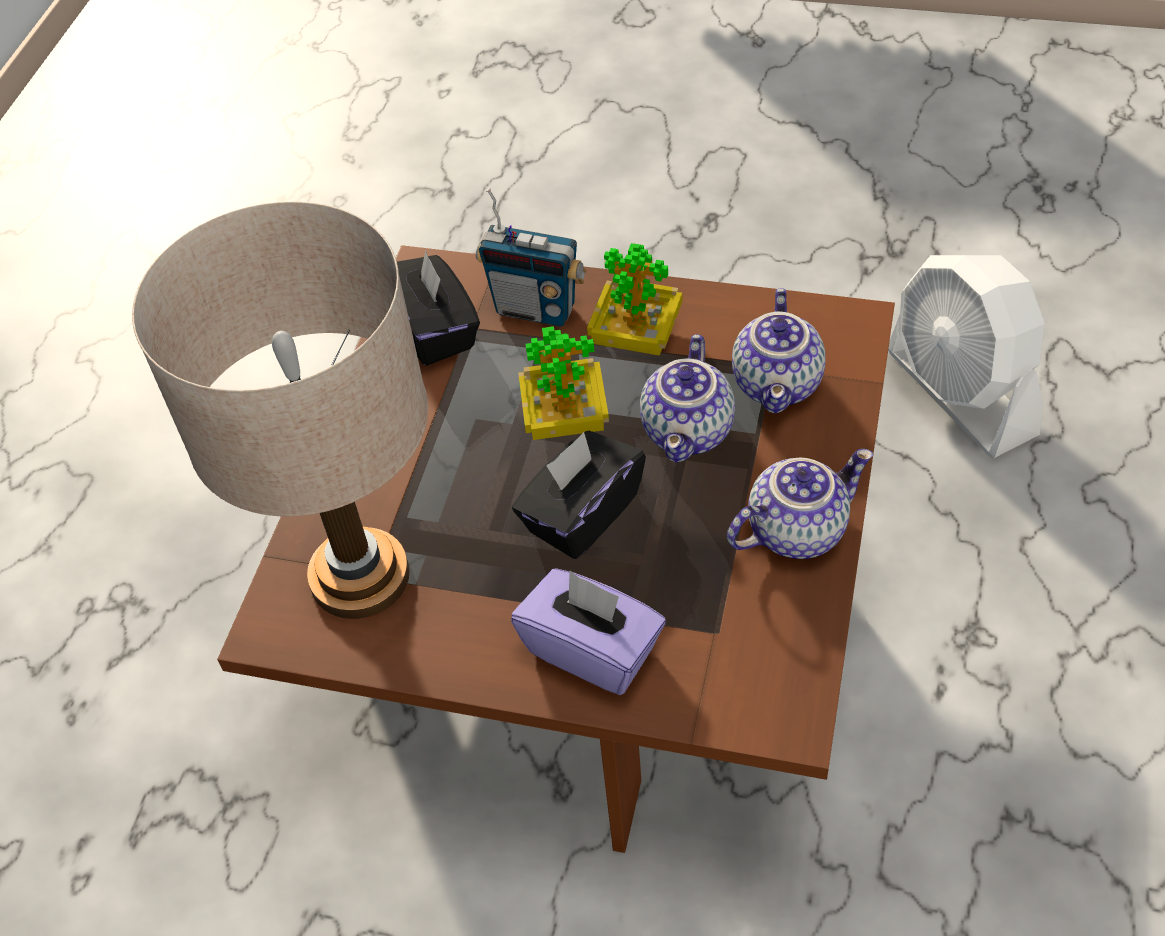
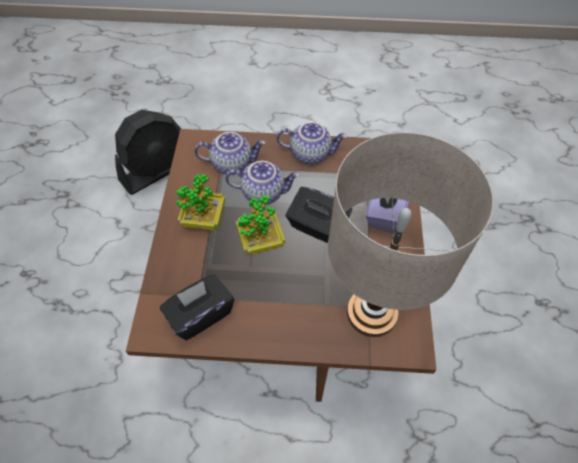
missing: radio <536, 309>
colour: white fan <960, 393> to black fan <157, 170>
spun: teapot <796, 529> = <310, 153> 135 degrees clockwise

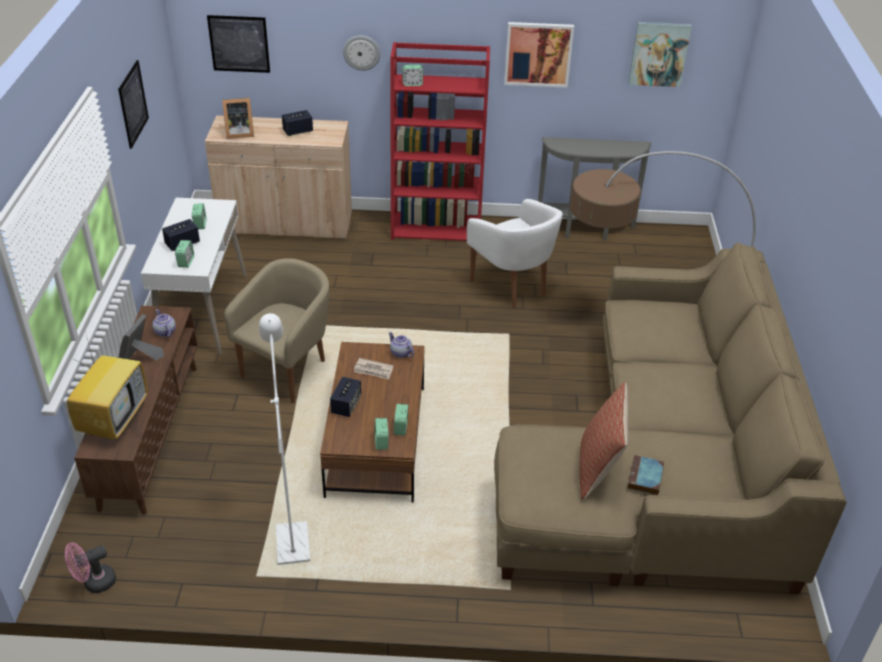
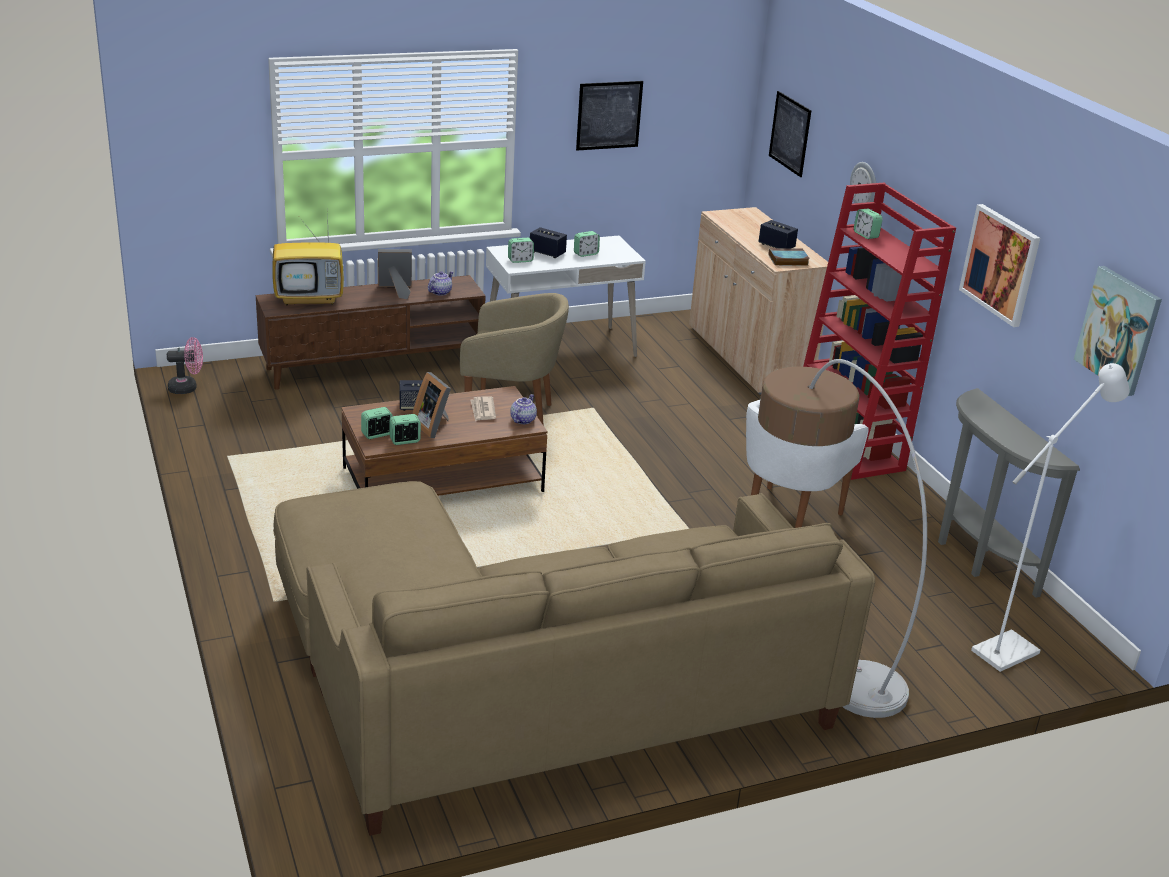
missing: pillow <598, 469>
relocated: picture frame <238, 133> to <434, 426>; book <645, 478> to <787, 260>; white floor lamp <292, 536> to <1013, 648>
spun: pink fan <94, 583> = <187, 388> 135 degrees clockwise

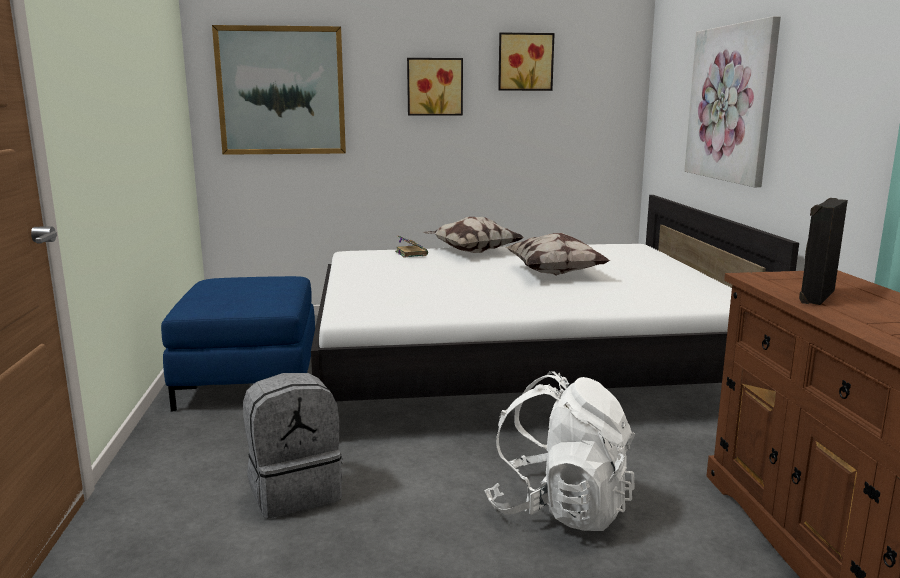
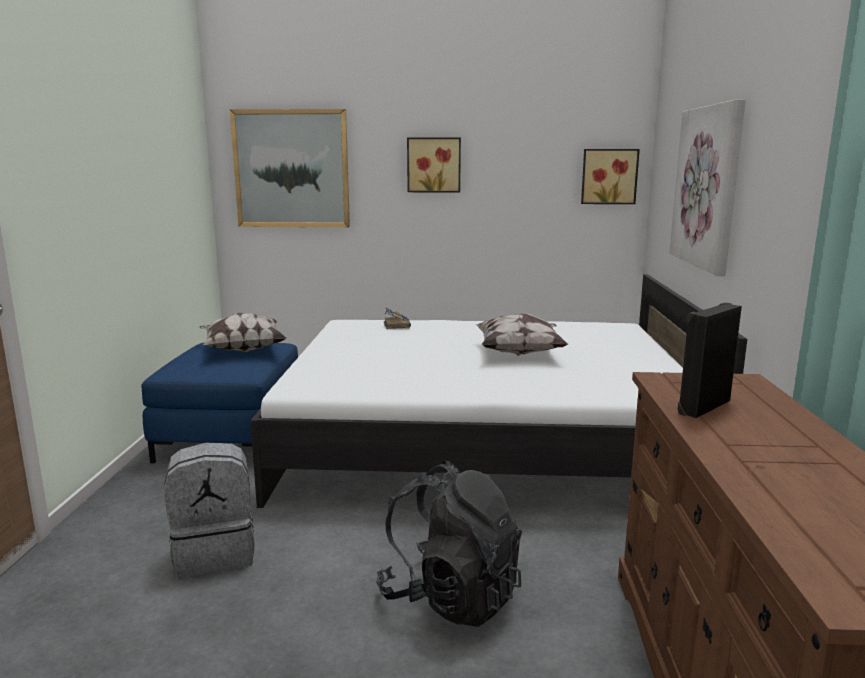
relocated: pillow <472, 252> to <242, 350>; picture <525, 62> to <609, 176>
colour: white backpack <560, 508> to black backpack <451, 597>

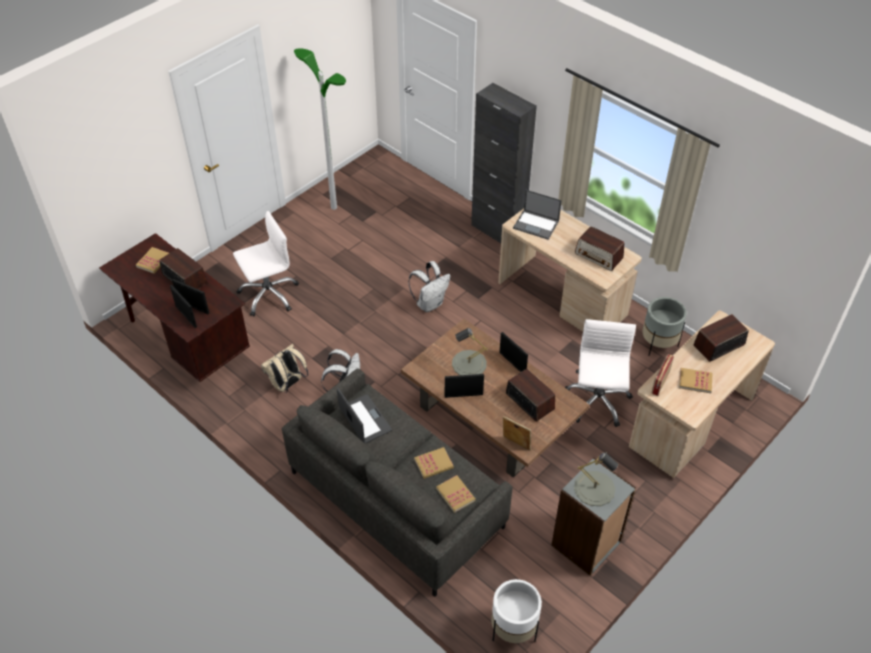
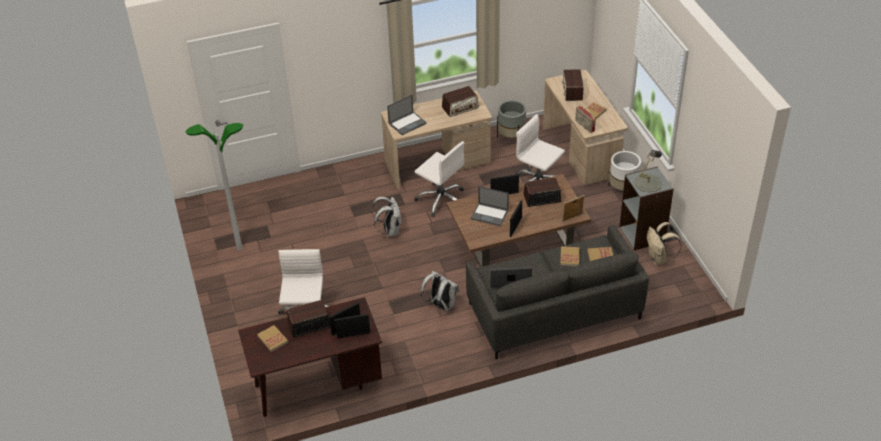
missing: black cabinet <497, 231>
appeared: white office chair <441, 200>
relocated: white planter <513, 629> to <622, 190>; beige backpack <287, 384> to <659, 258>
exchanged: grey table lamp <469, 364> to laptop <490, 214>

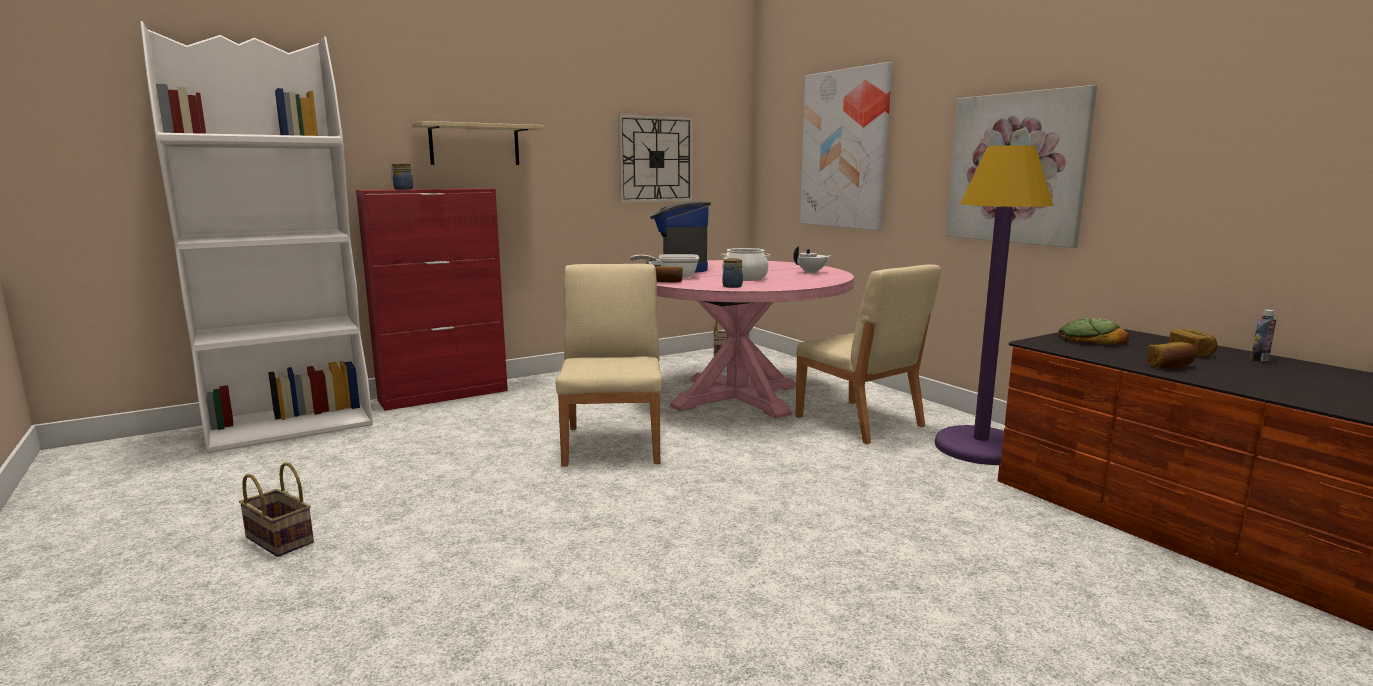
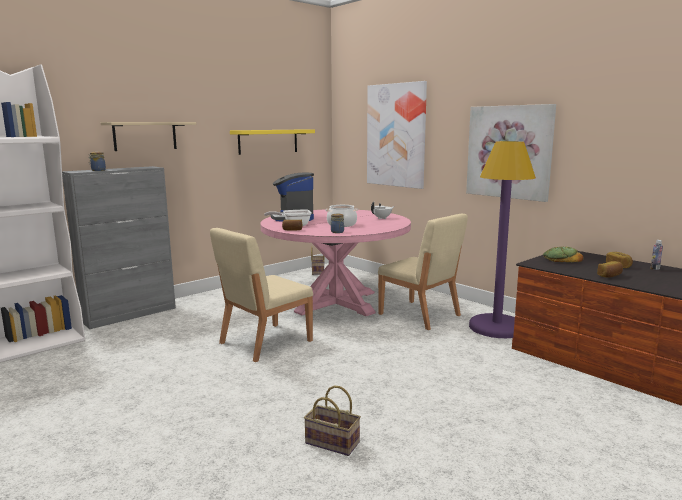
relocated: basket <277, 540> to <330, 443>
exchanged: wall clock <655, 159> to yellow shelf <268, 141>
colour: red cabinet <444, 395> to grey cabinet <130, 314>
spun: beige chair <613, 444> = <264, 342> 120 degrees counterclockwise

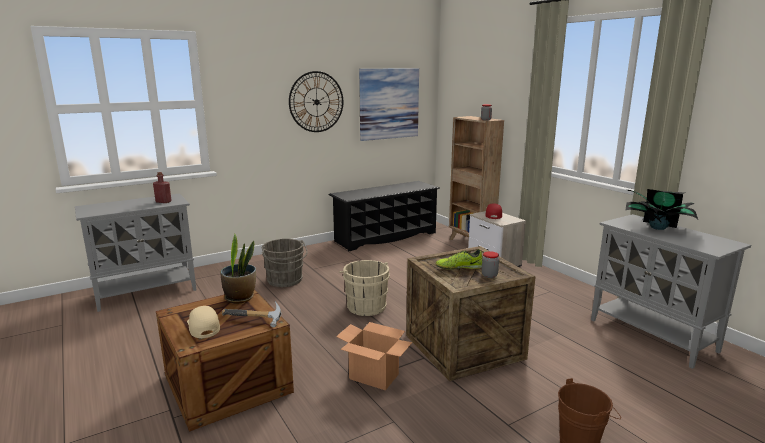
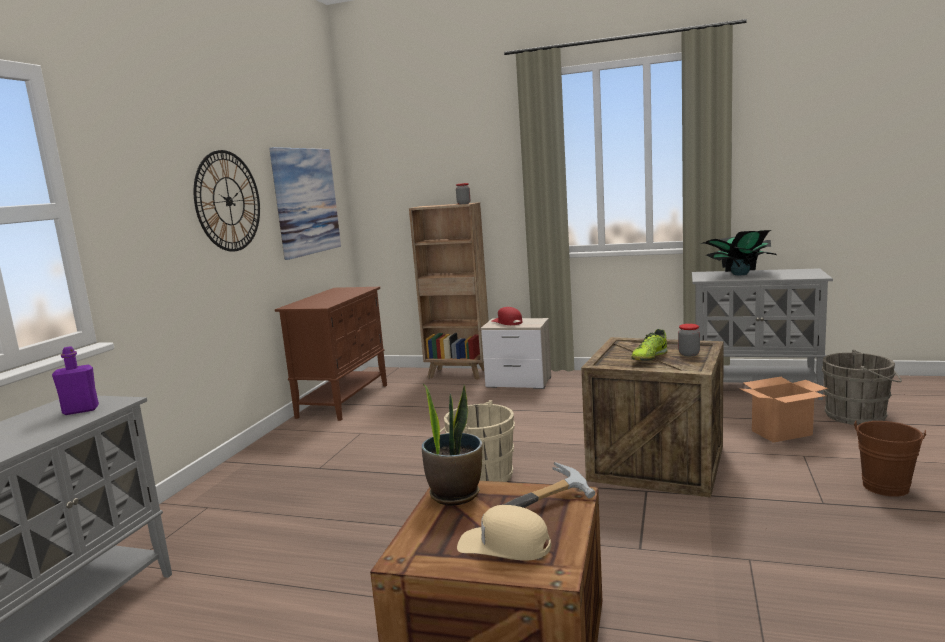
relocated: cardboard box <374, 376> to <782, 433>; grey bucket <285, 281> to <859, 416>
exchanged: black shoe rack <385, 237> to brown cabinet <344, 400>
colour: red bottle <163, 202> to purple bottle <81, 410>

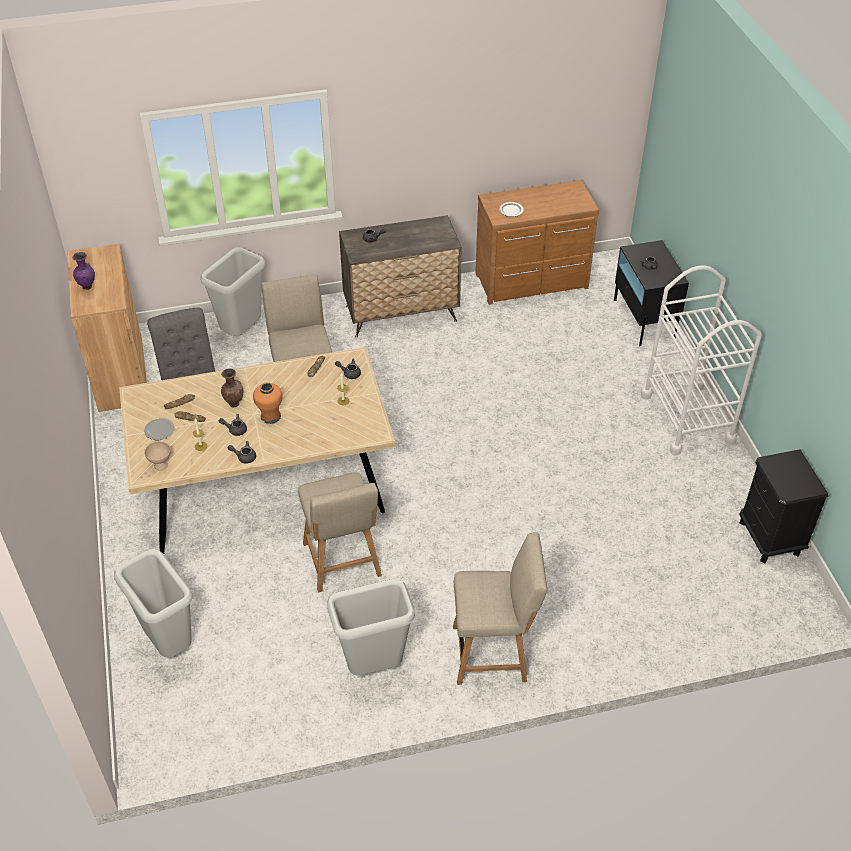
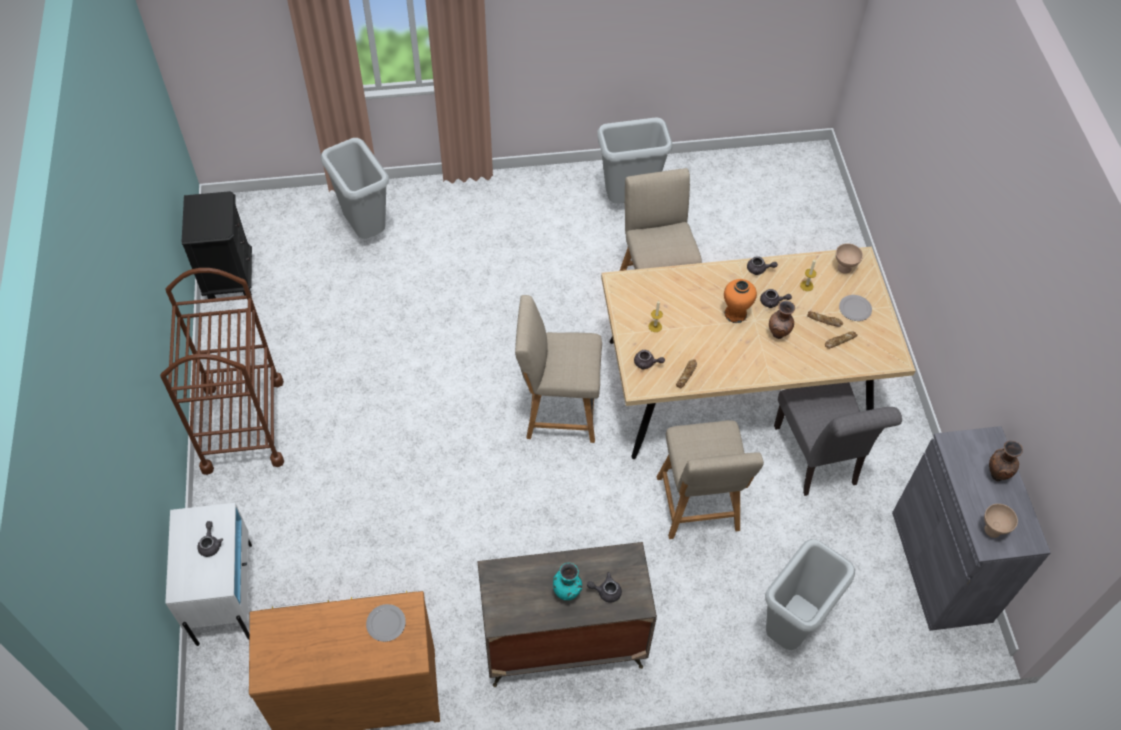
appeared: turquoise vase <567, 594>; beige bowl <993, 530>
relocated: grey trash can <171, 644> to <365, 230>; beige chair <494, 653> to <557, 411>
colour: white cart <687, 418> to brown cart <243, 425>; black nightstand <644, 320> to white nightstand <224, 592>; brown cabinet <120, 374> to grey cabinet <941, 566>; purple vase <87, 287> to brown vase <996, 475>

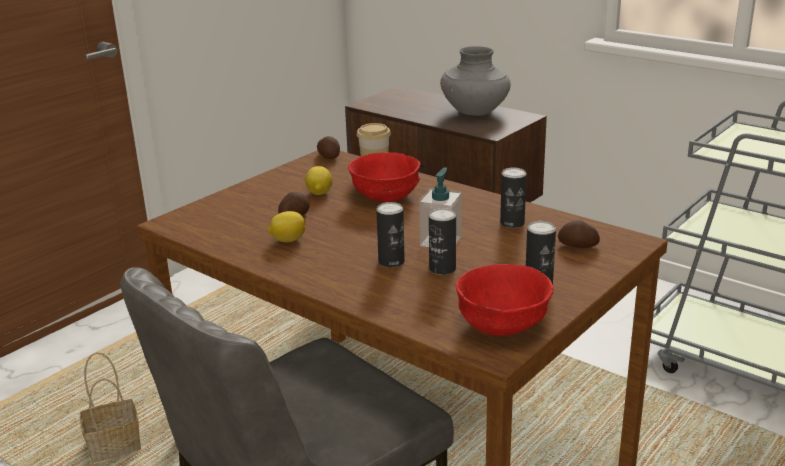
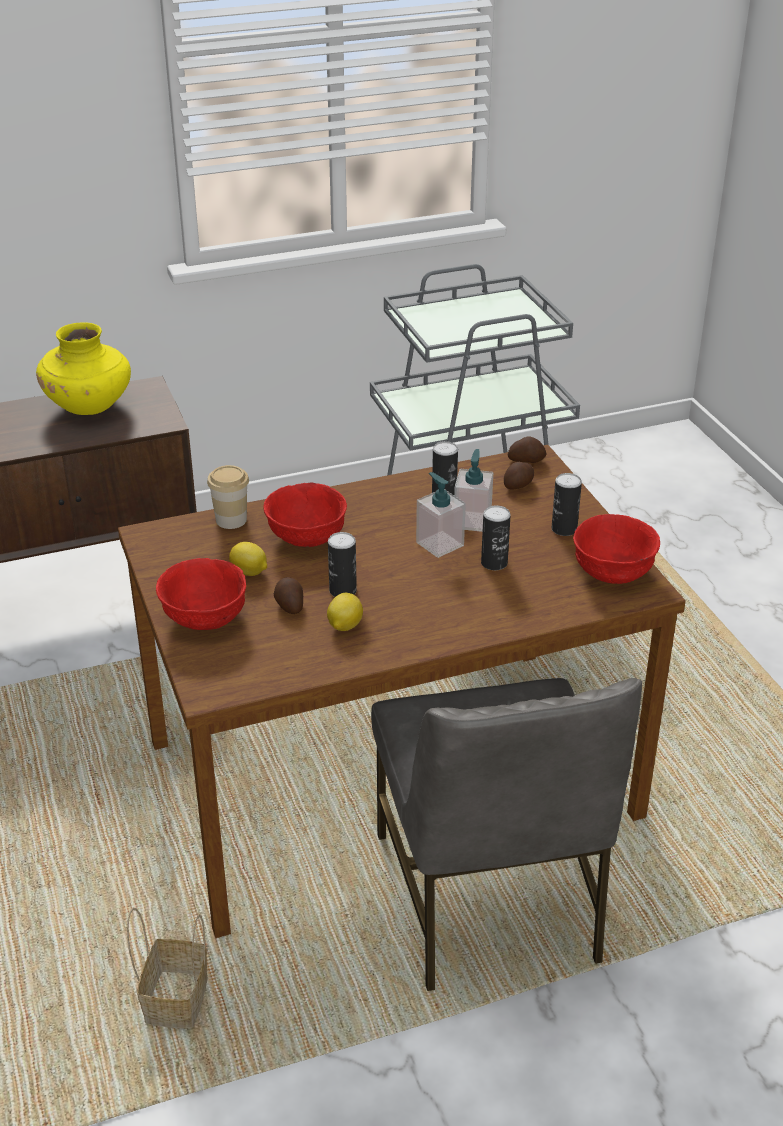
appeared: red bowl <204, 616>; soap dispenser <472, 521>
relocated: can <391, 262> to <343, 591>; potato <329, 156> to <526, 460>
colour: grey vase <475, 112> to yellow vase <89, 406>

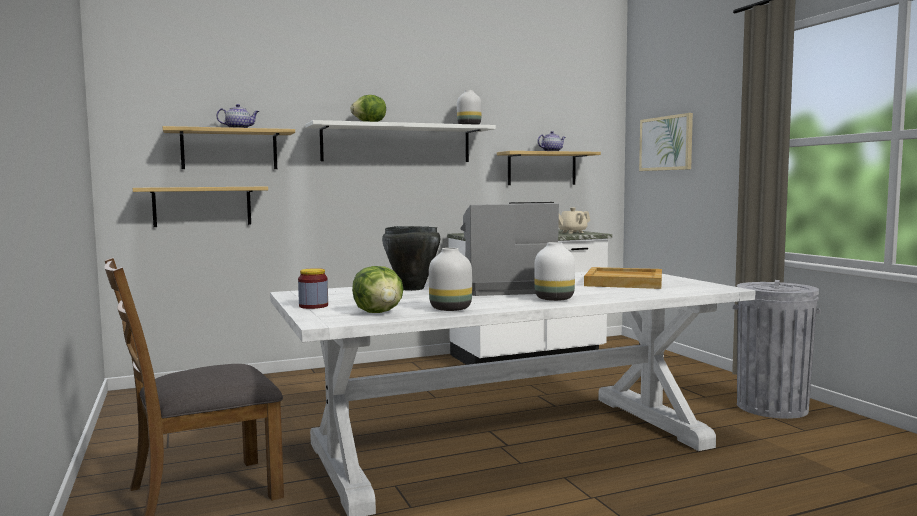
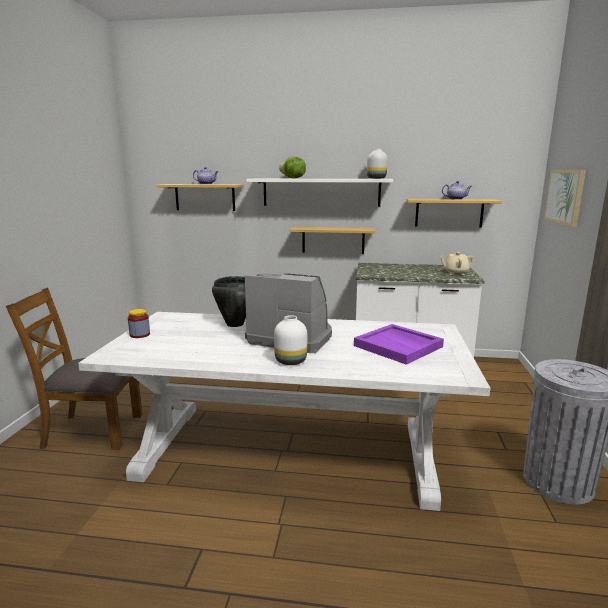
missing: lettuce <379, 312>; white vase <450, 309>
relocated: shelf <202, 206> to <333, 240>
colour: beige tray <625, 282> to purple tray <399, 346>

